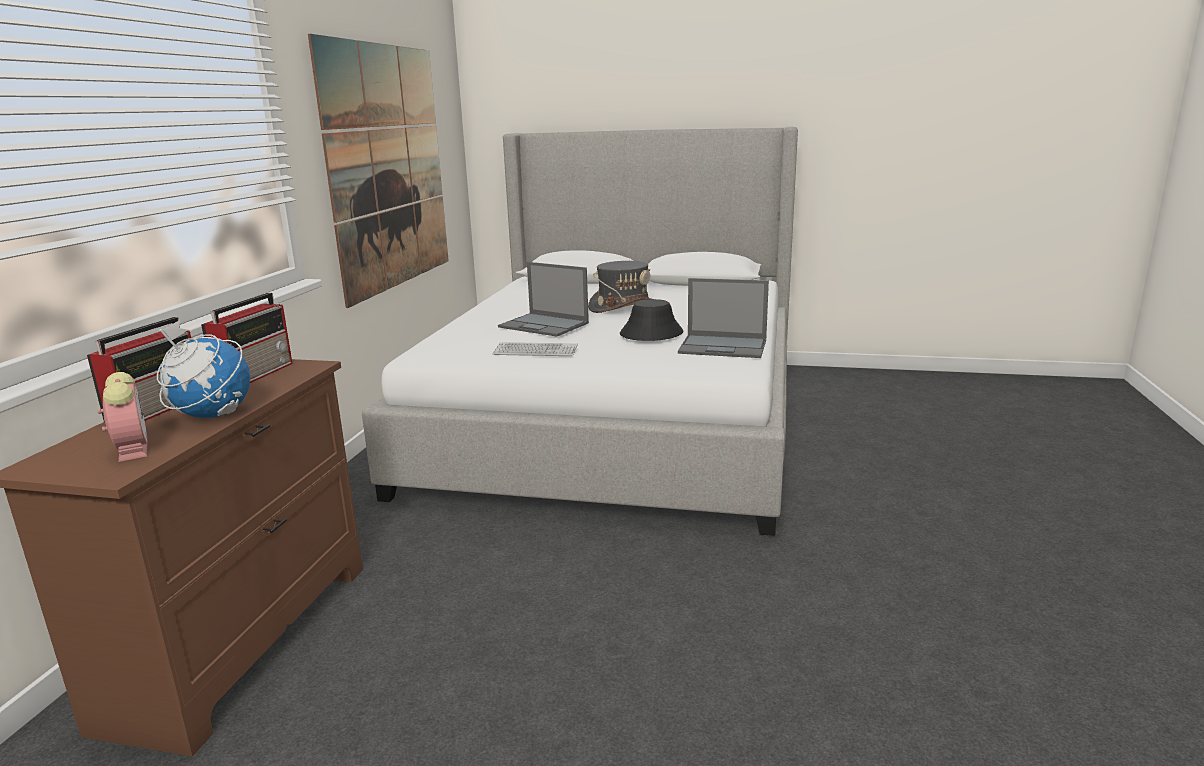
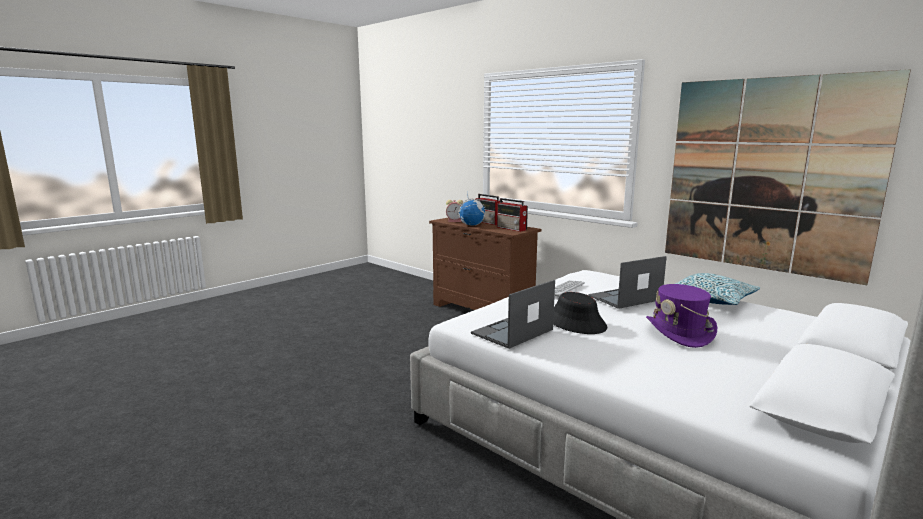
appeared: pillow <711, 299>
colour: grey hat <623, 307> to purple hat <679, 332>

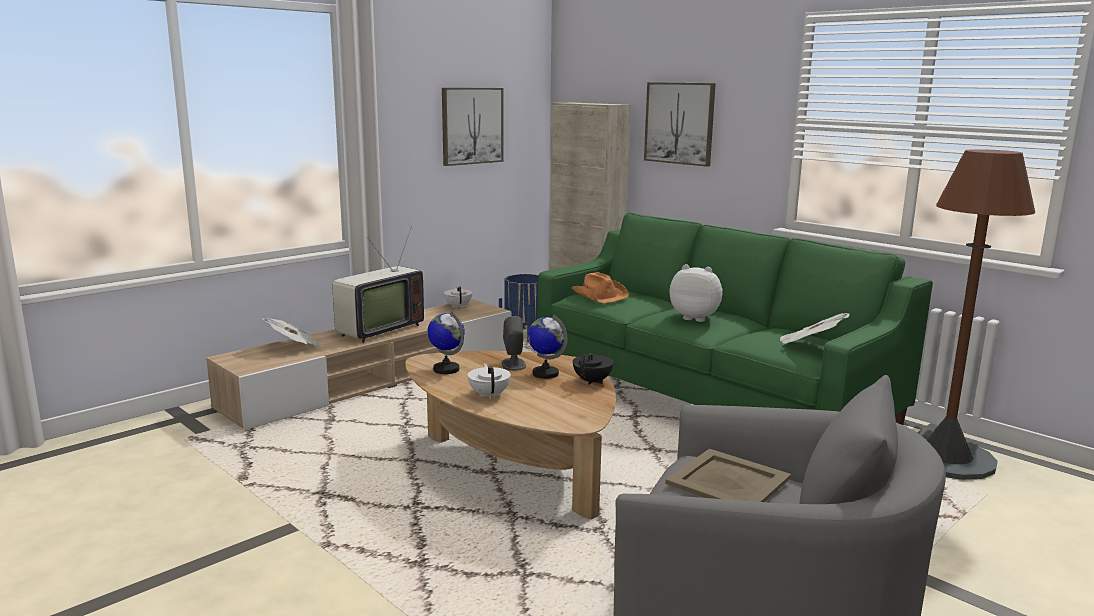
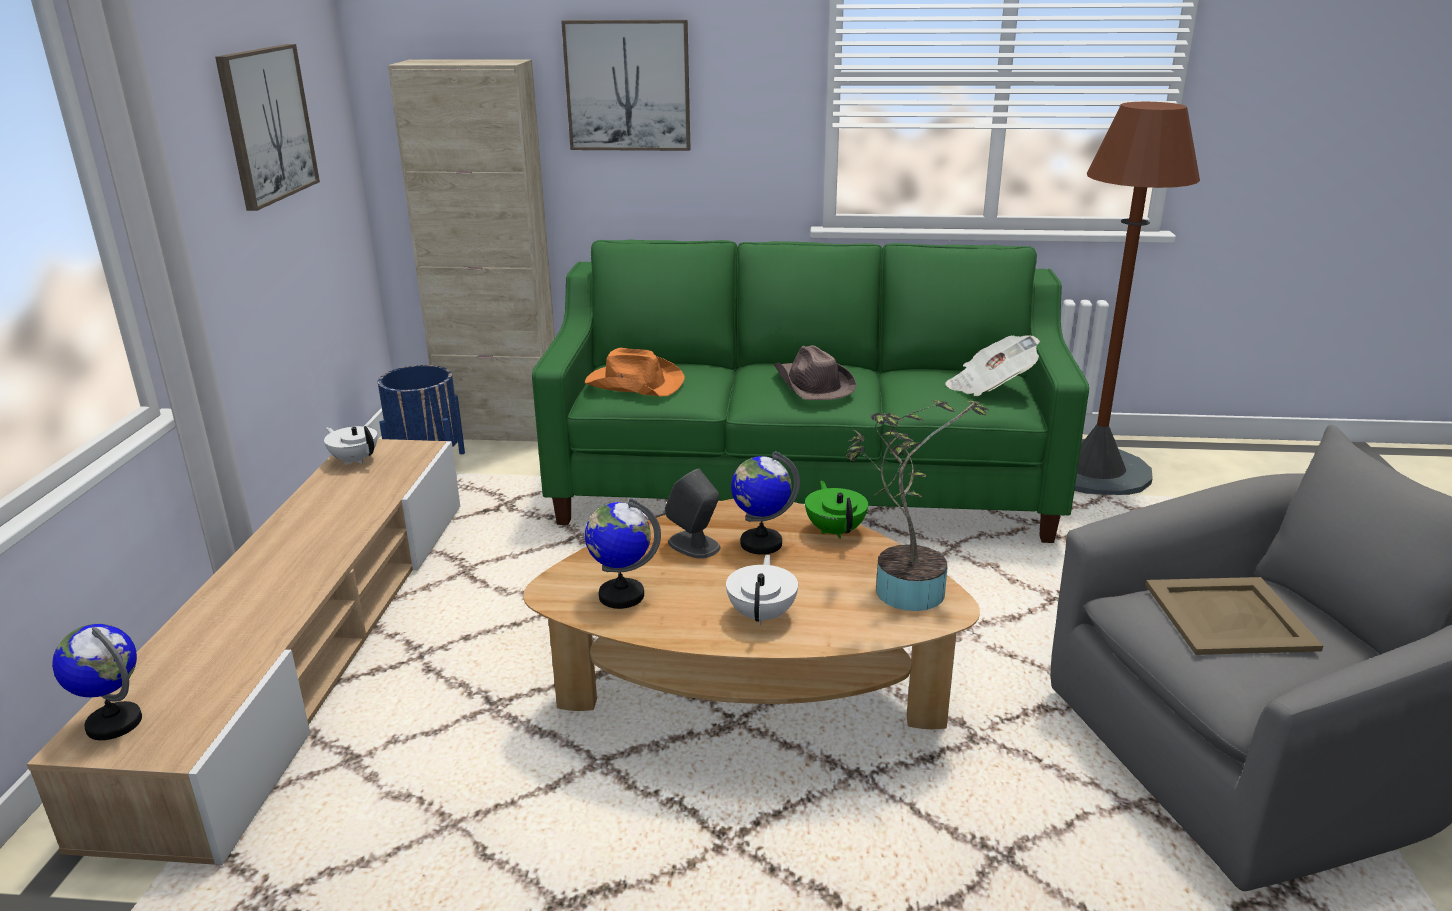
missing: newspaper <295, 347>; television <377, 330>
appeared: globe <114, 723>; potted plant <901, 589>
exchanged: plush toy <696, 318> to brown hat <812, 384>
colour: black teapot <593, 381> to green teapot <835, 530>
spun: white teapot <489, 395> = <762, 614> 60 degrees clockwise

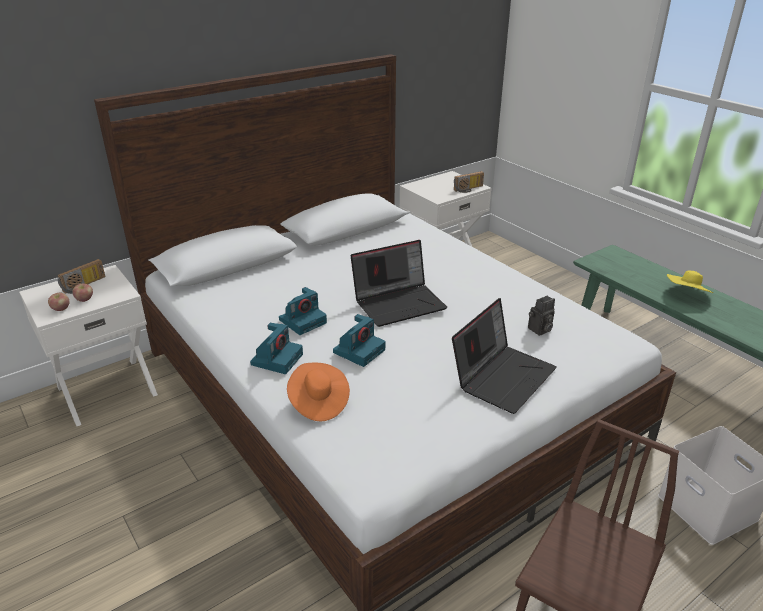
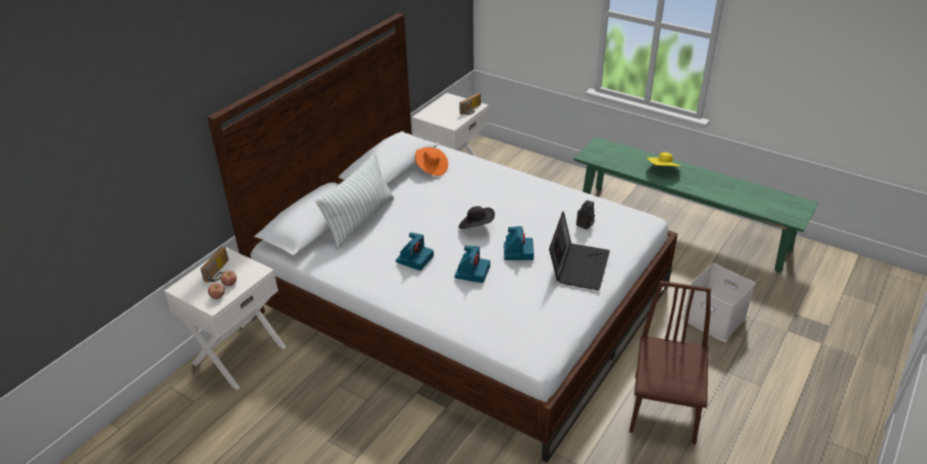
appeared: pillow <360, 221>
relocated: orange hat <318, 402> to <431, 168>; photo camera <277, 358> to <518, 251>
exchanged: laptop <399, 303> to black hat <476, 227>

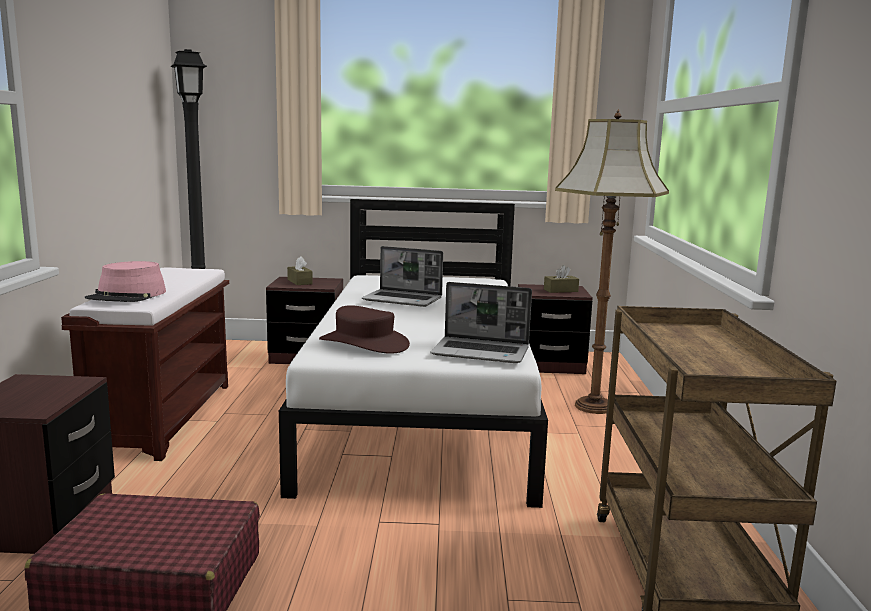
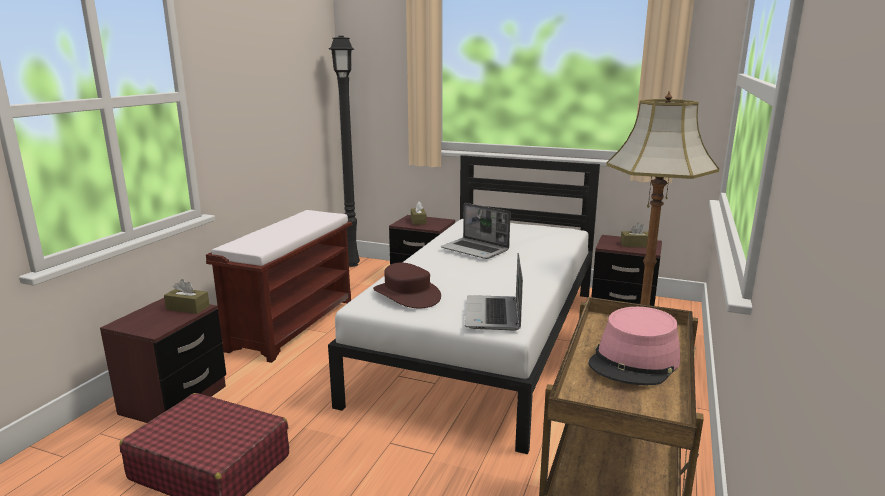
appeared: brown tissue box <188, 308>
relocated: pink hat <127, 296> to <635, 361>
spun: laptop <482, 352> = <494, 315> 60 degrees clockwise

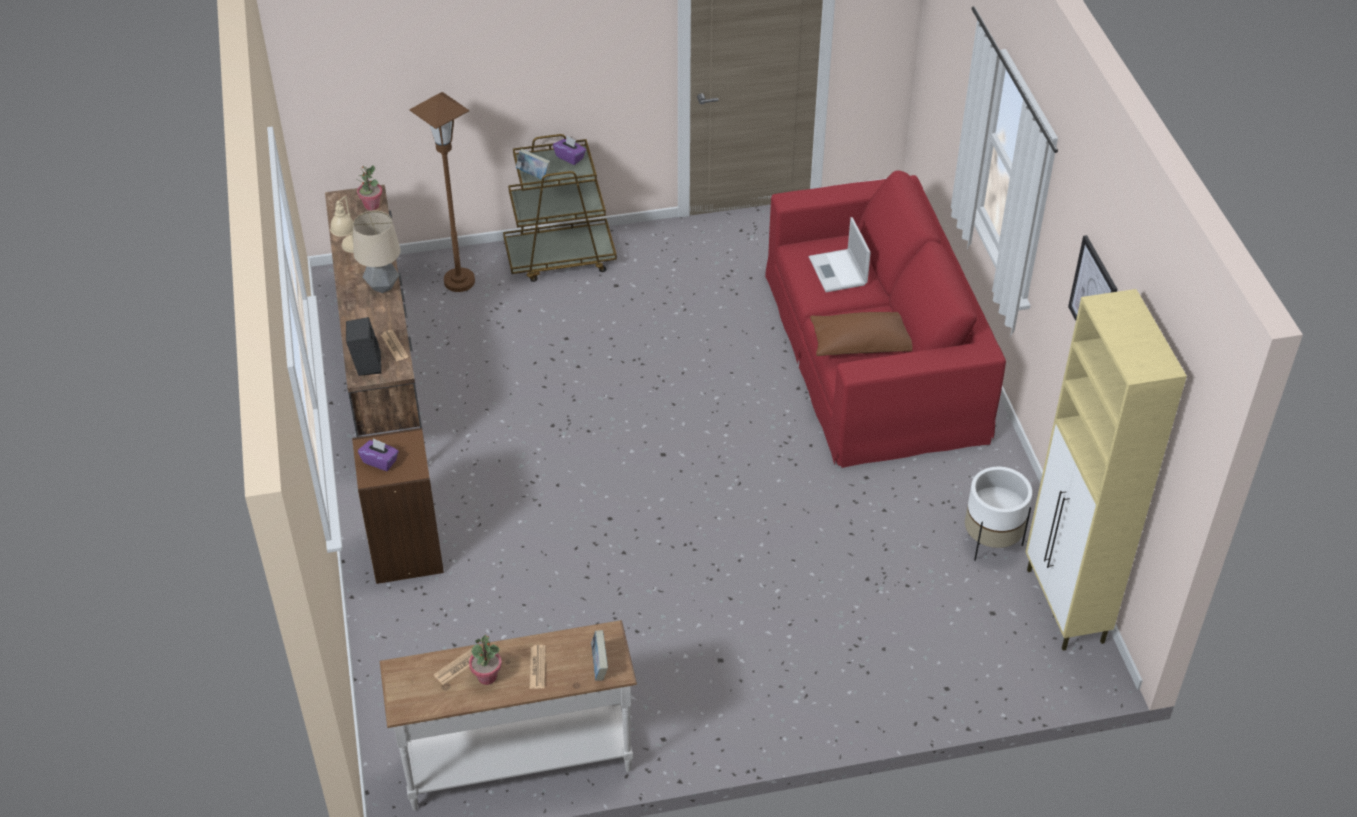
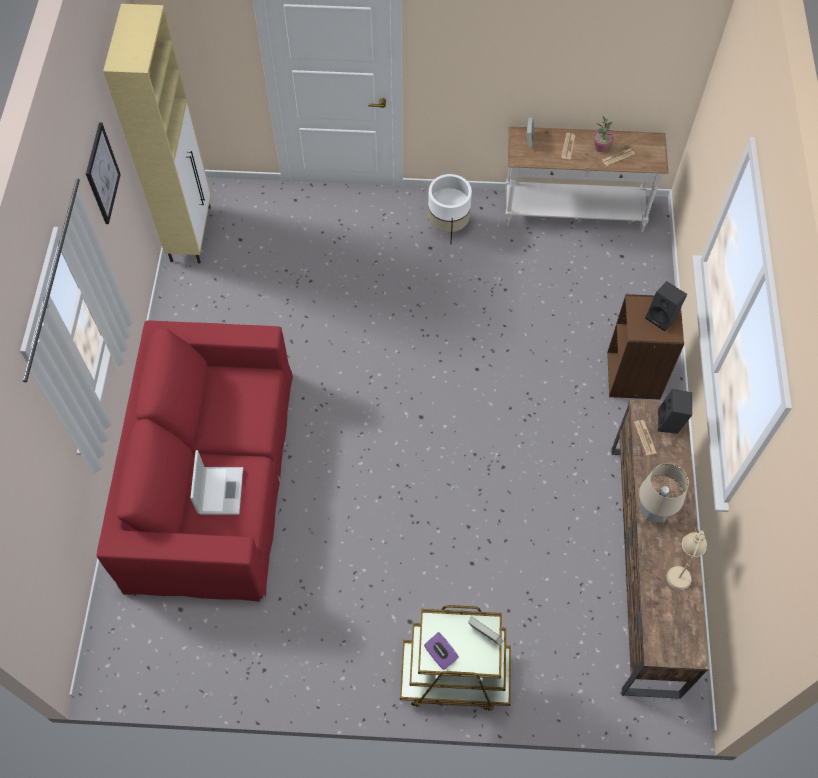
missing: potted plant <371, 205>; brown floor lamp <459, 281>; brown pillow <863, 344>
relocated: white planter <991, 541> to <448, 226>
exchanged: purple tissue box <380, 461> to black speaker <662, 317>

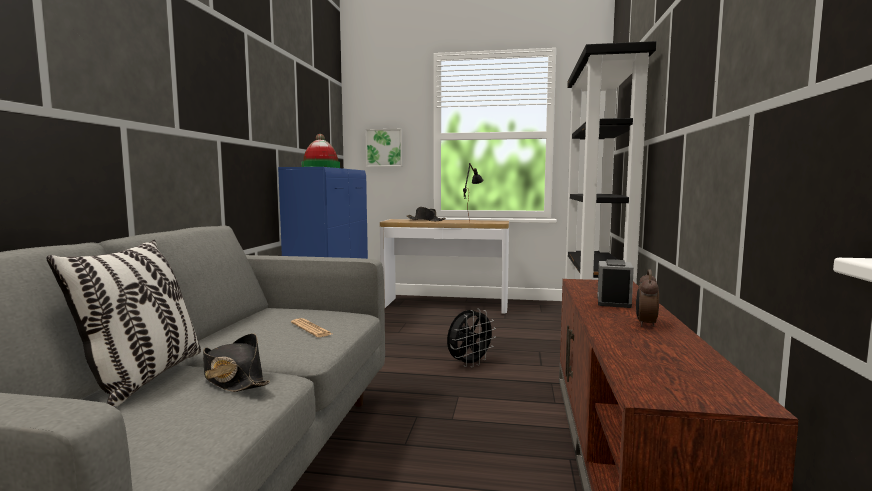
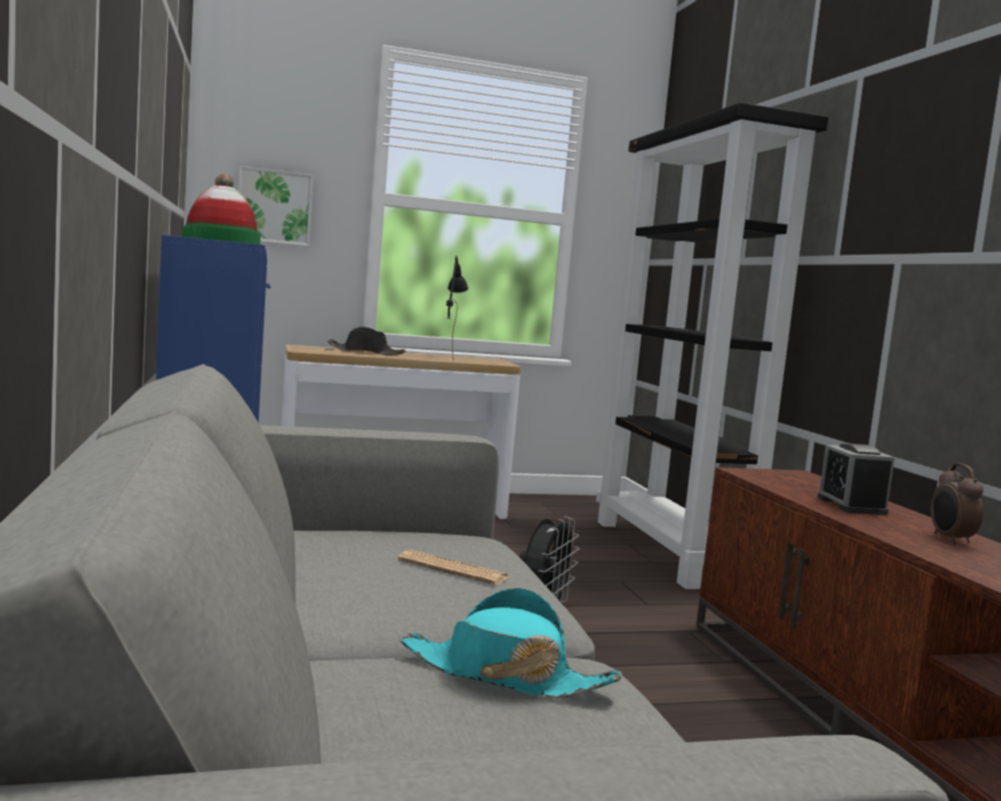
missing: pillow <144, 378>
colour: black hat <233, 378> to turquoise hat <504, 675>

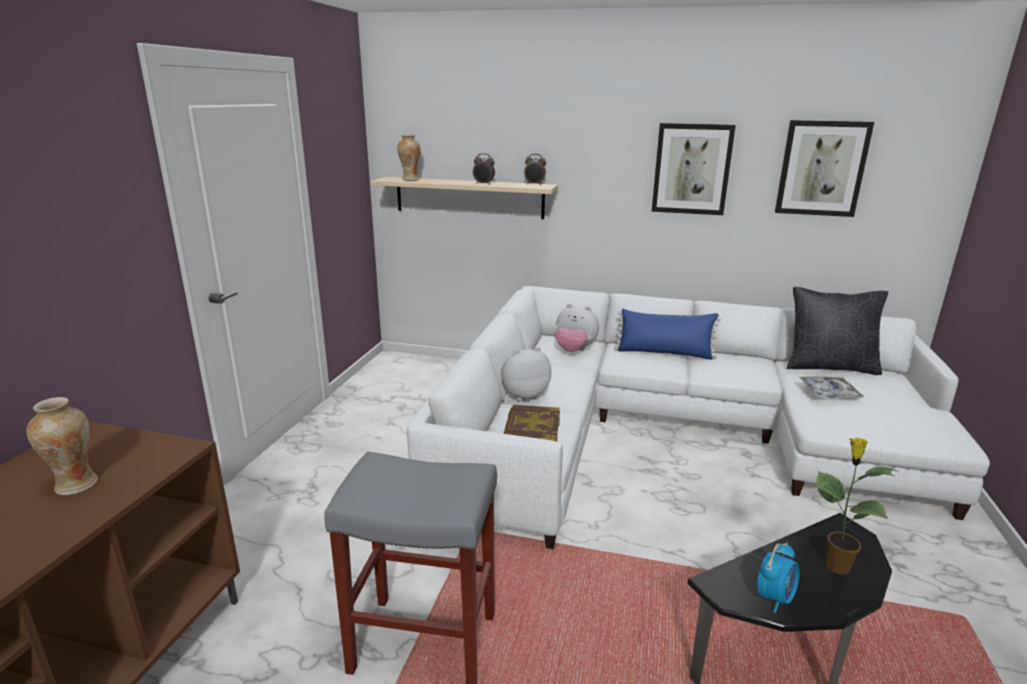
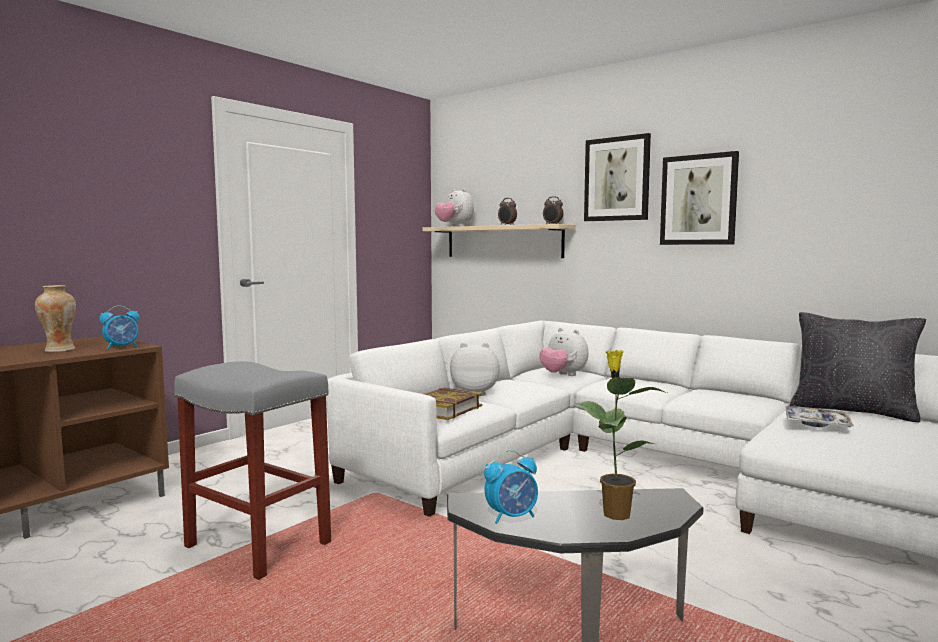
missing: blue pillow <664, 353>
appeared: alarm clock <122, 347>
relocated: picture <821, 168> to <617, 179>
exchanged: vase <410, 180> to plush toy <454, 226>

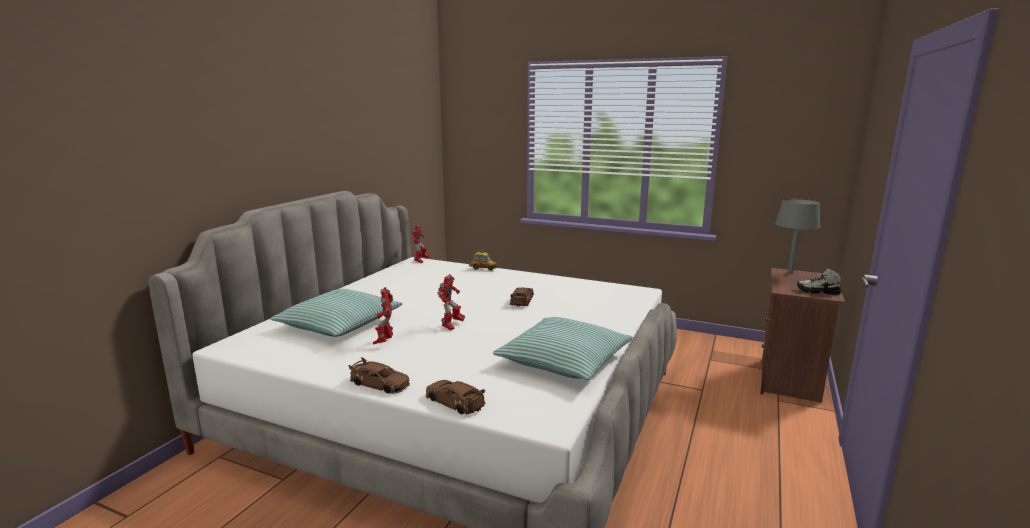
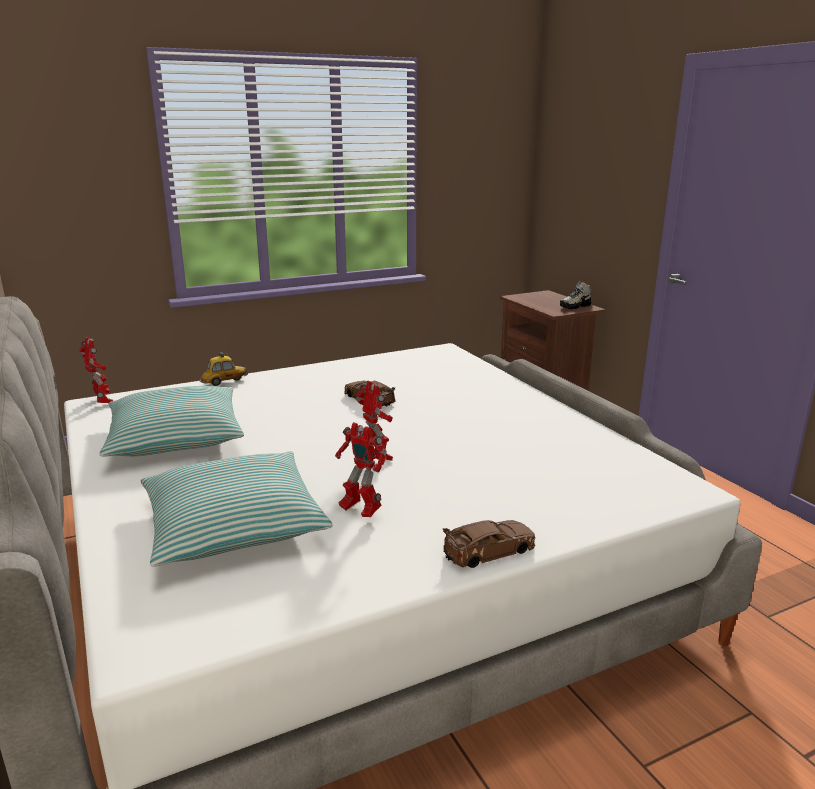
missing: brown toy car <455, 402>; grey table lamp <790, 273>
relocated: pillow <564, 360> to <175, 437>

